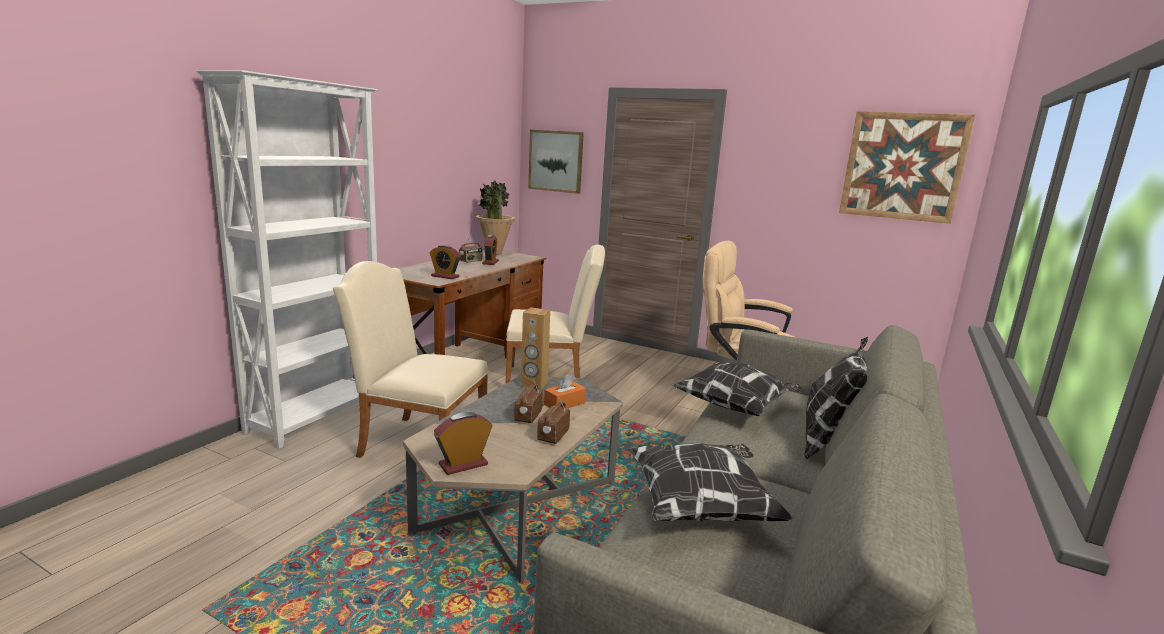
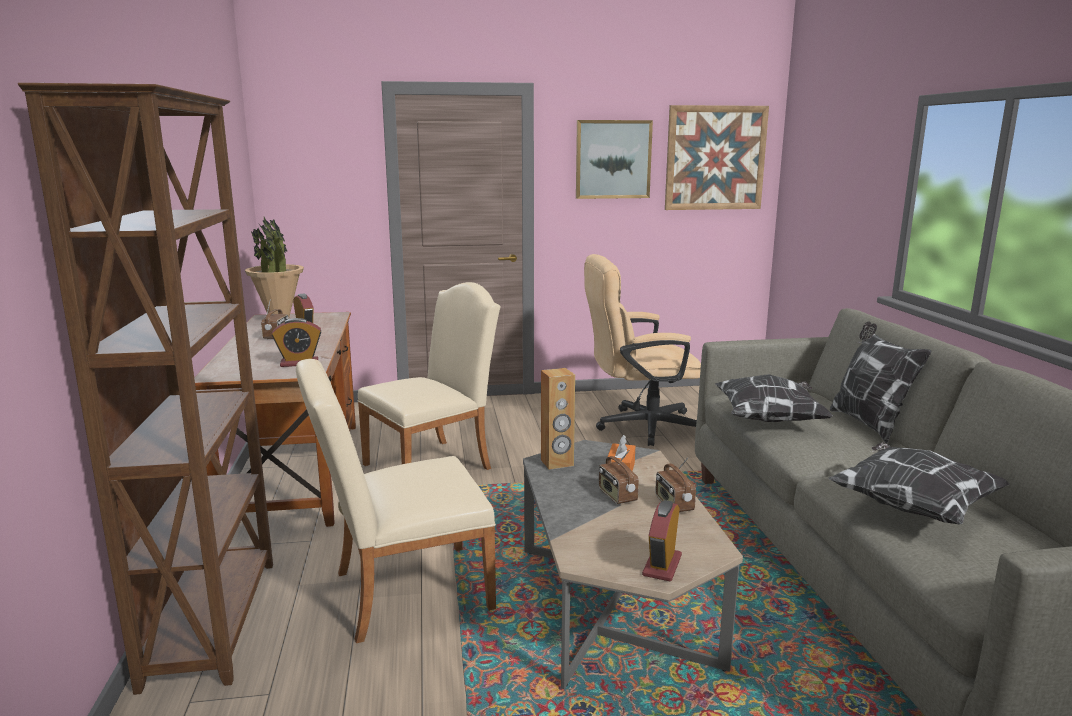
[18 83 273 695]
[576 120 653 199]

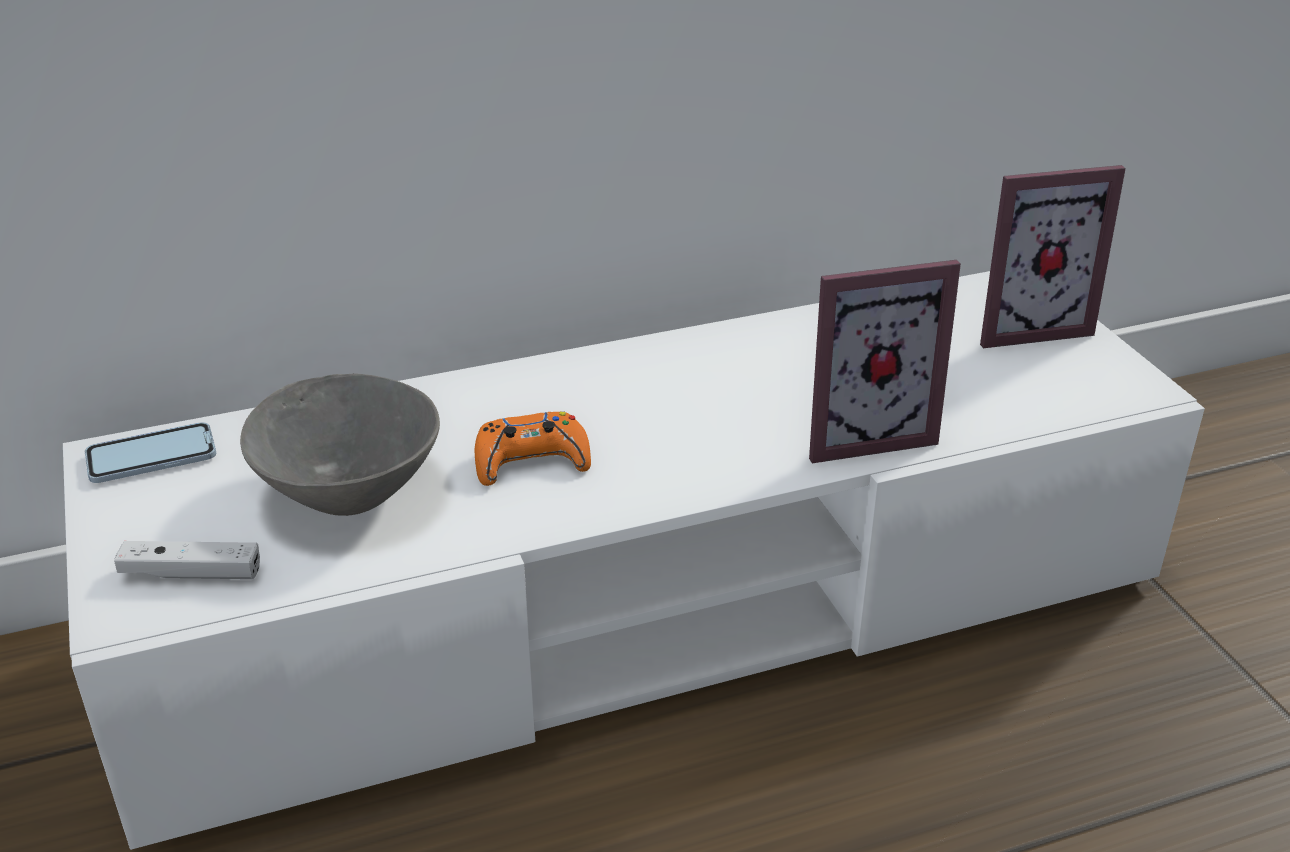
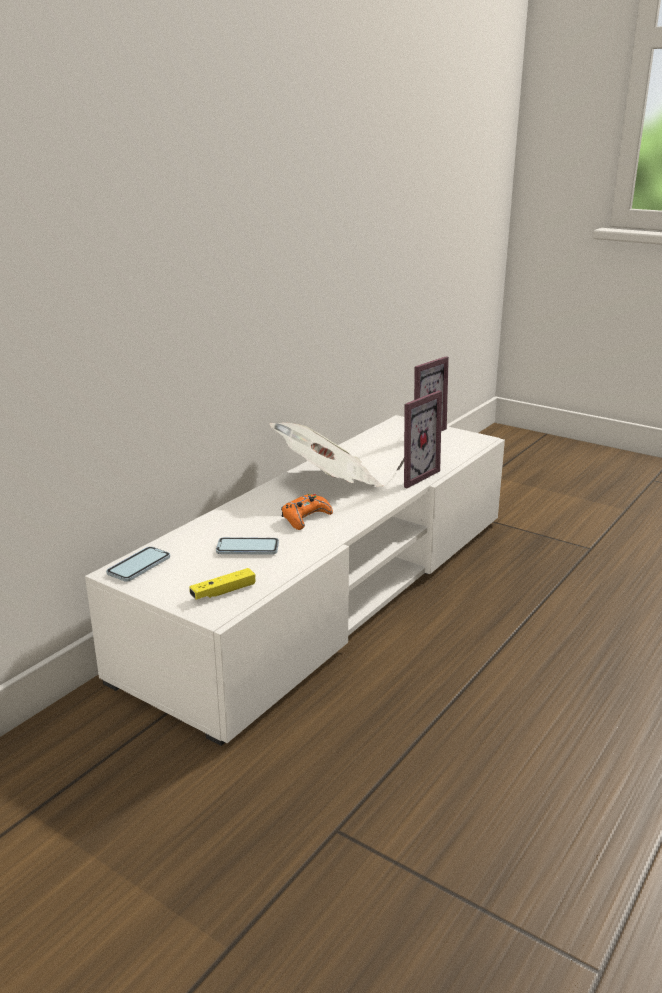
[189 568 255 600]
[216 537 279 555]
[269 422 383 487]

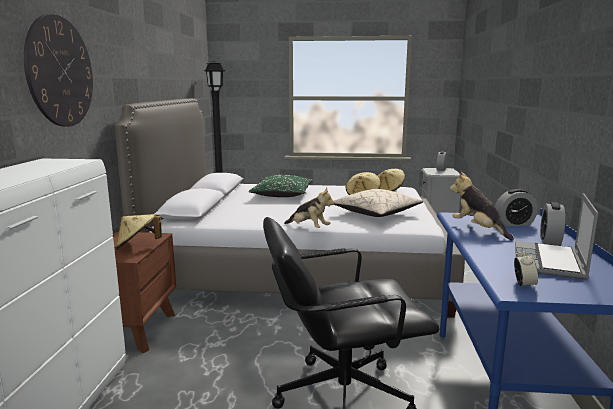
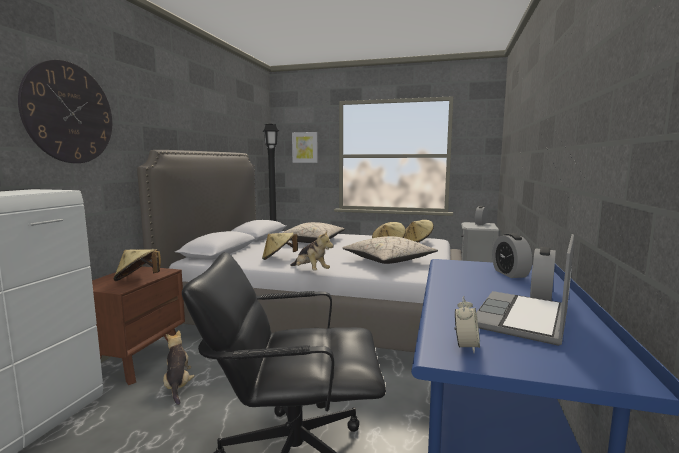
[283 222 345 243]
[163 330 195 405]
[492 233 532 278]
[262 233 298 260]
[292 132 318 163]

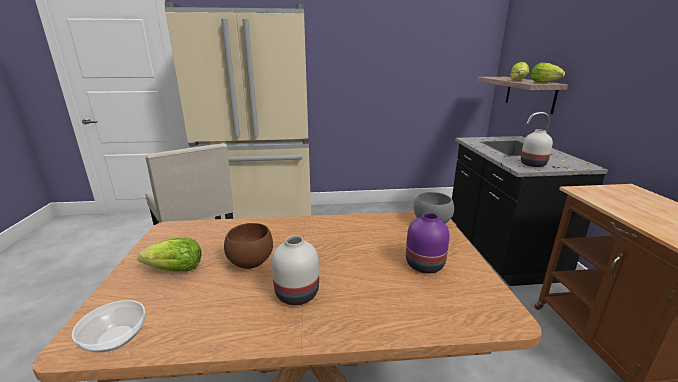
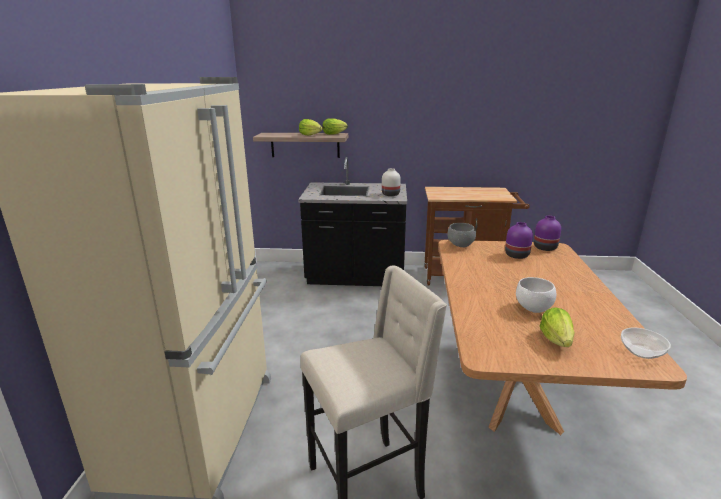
[516 277 556 313]
[272 236 319 305] (first image)
[534 216 561 251]

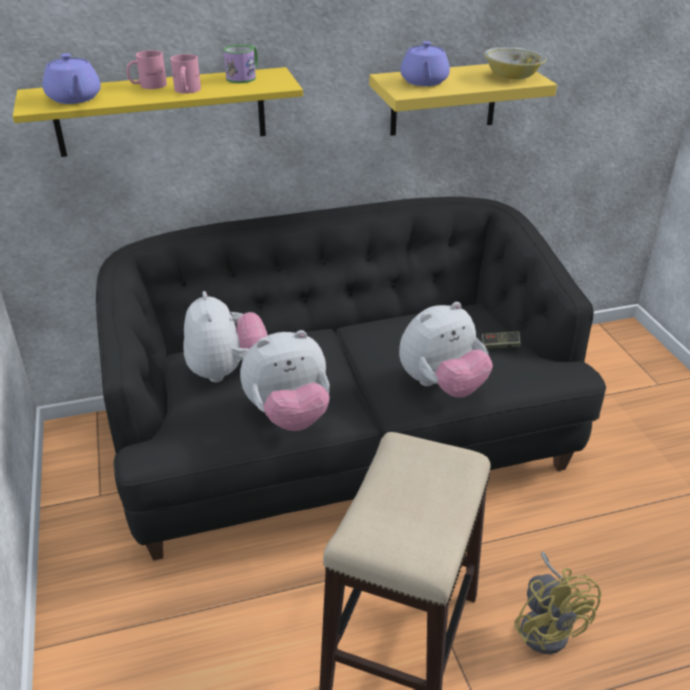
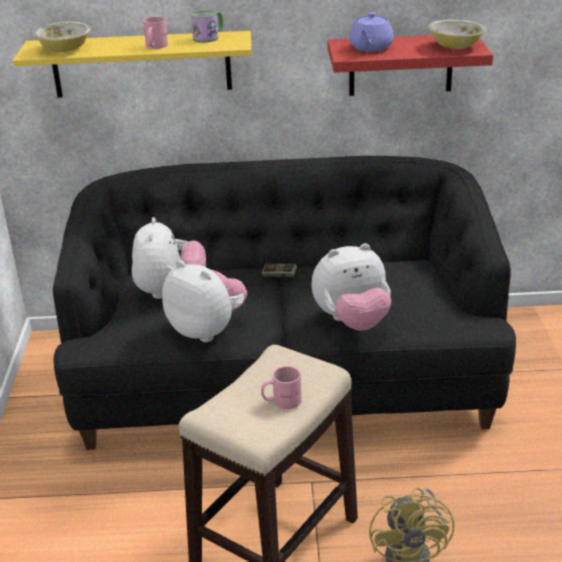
[33 21 91 52]
[261 366 302 409]
[162 260 247 342]
[327 35 493 96]
[262 263 297 277]

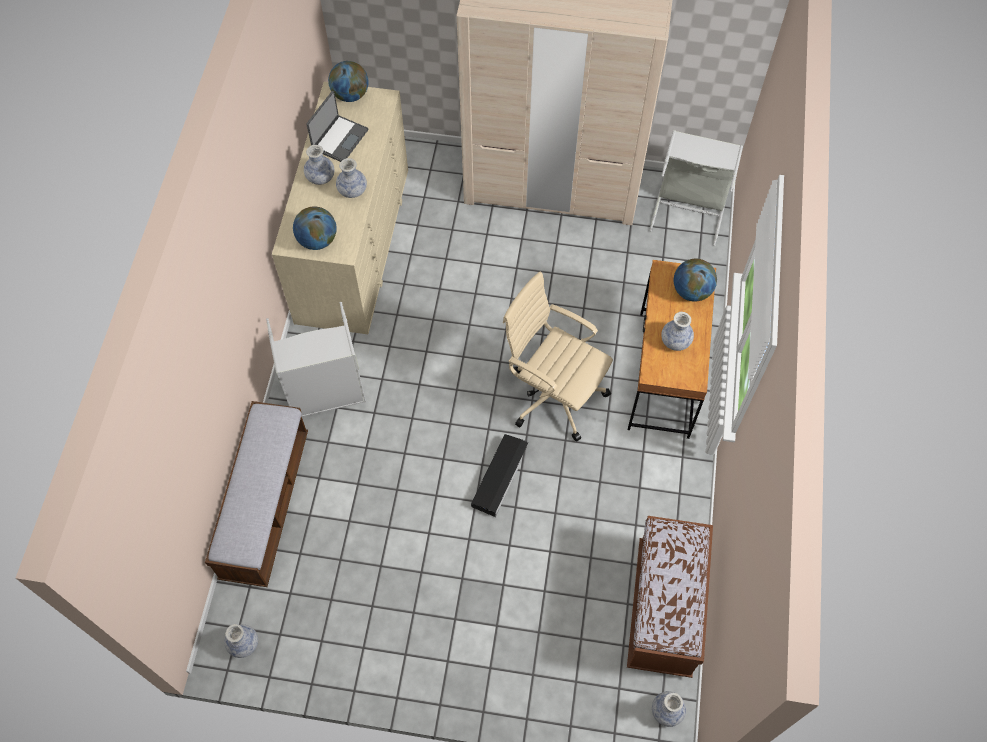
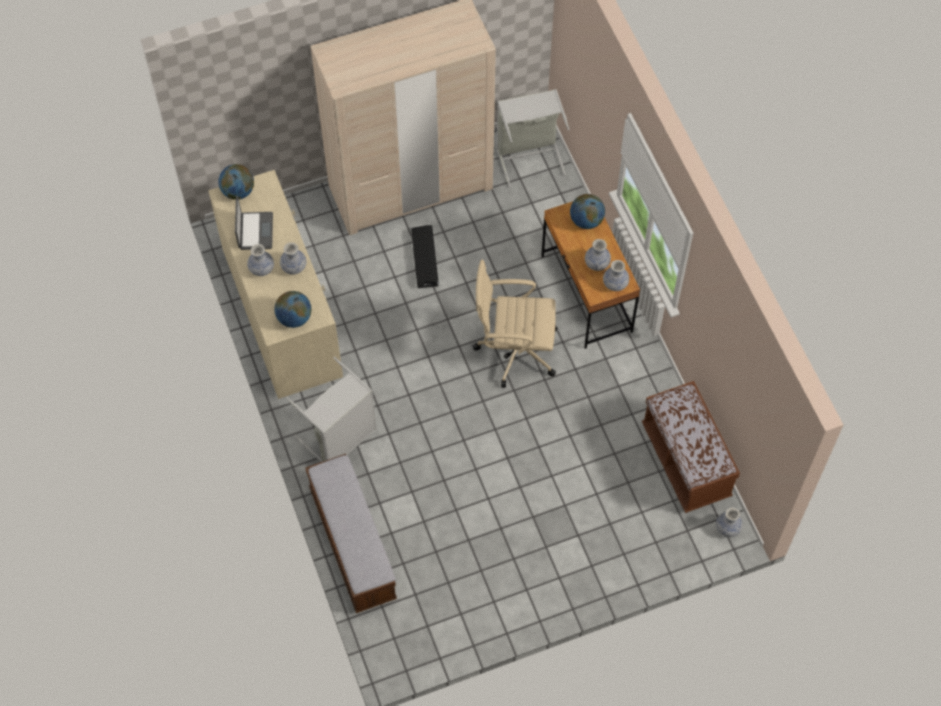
[603 260 629 291]
[411 225 439 288]

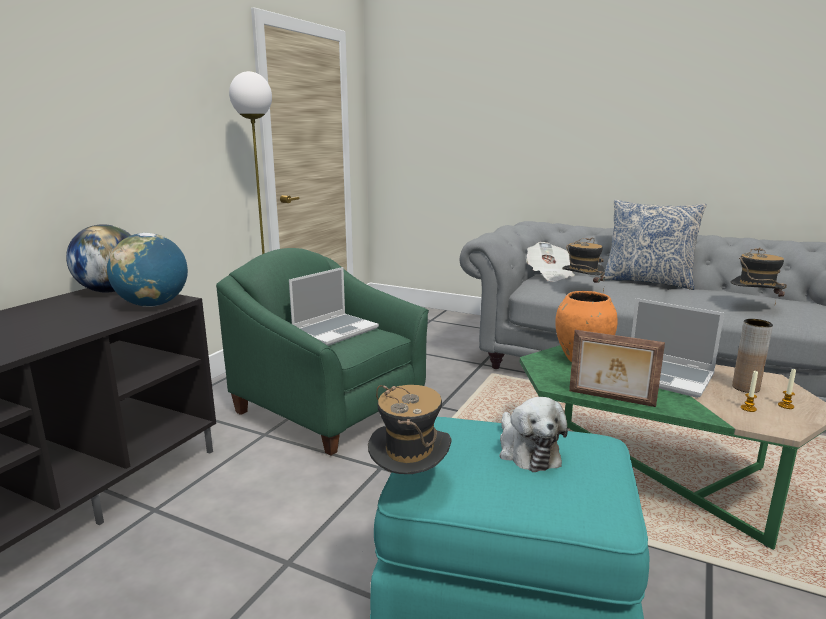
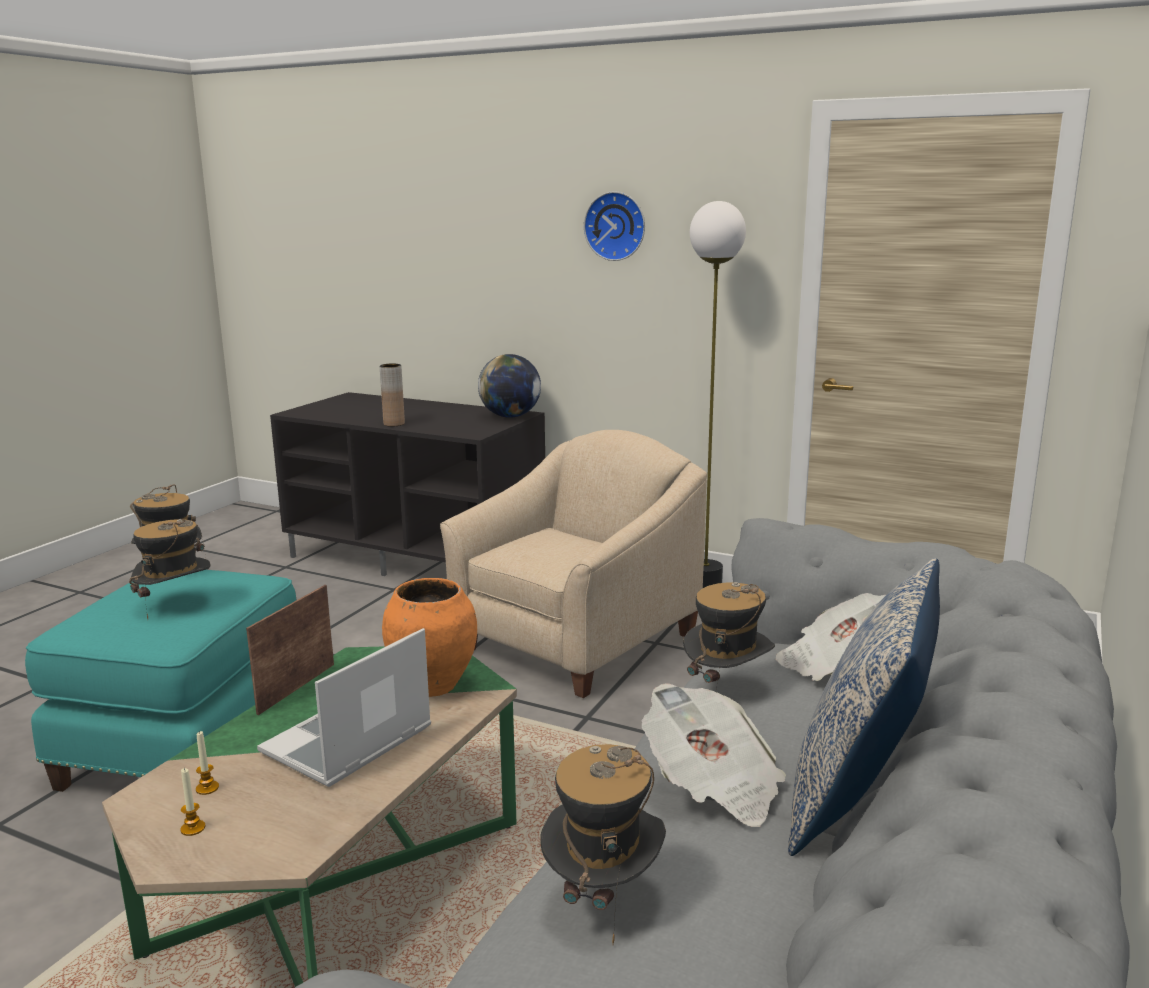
[107 233 188 307] (first image)
[440 430 707 698]
[289 267 379 346] (first image)
[129 519 211 619]
[380 364 405 427]
[584 191 645 261]
[641 683 786 827]

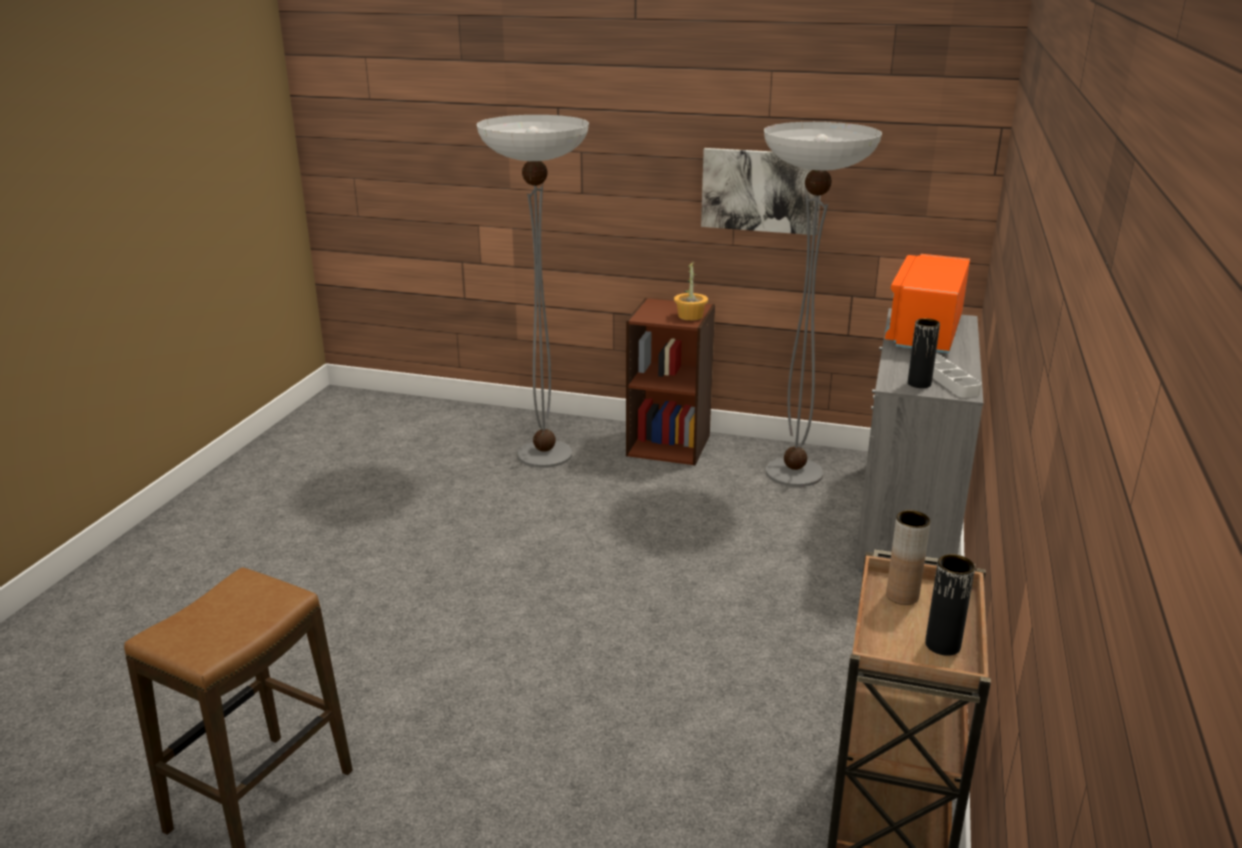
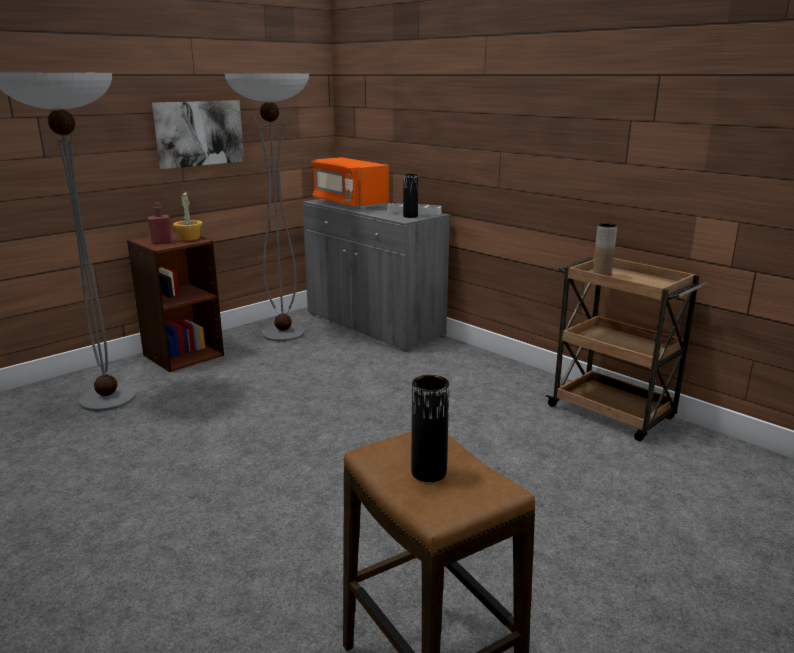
[411 375 449 482]
[147 203 172 245]

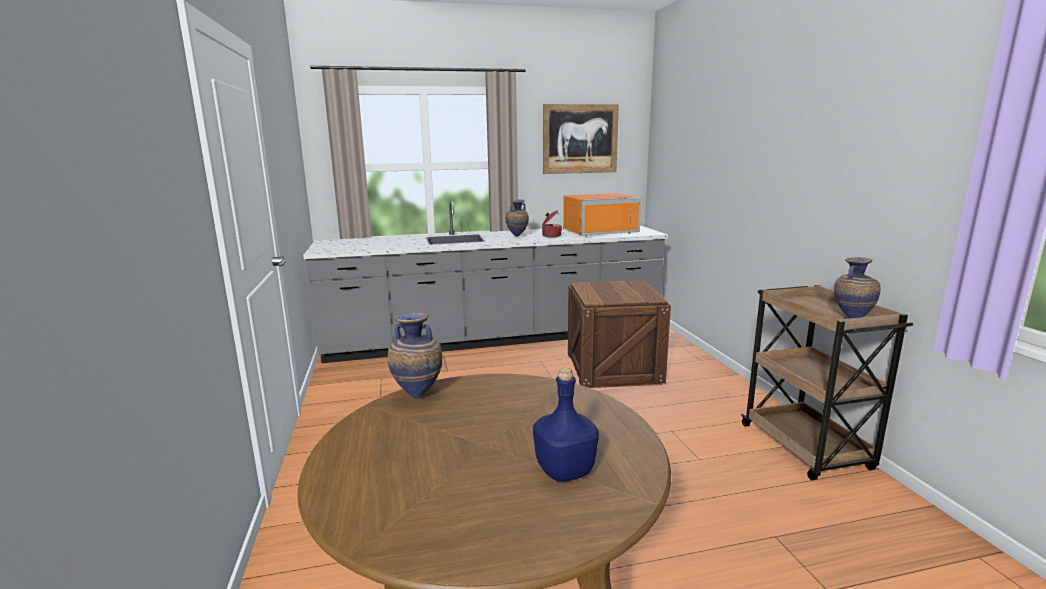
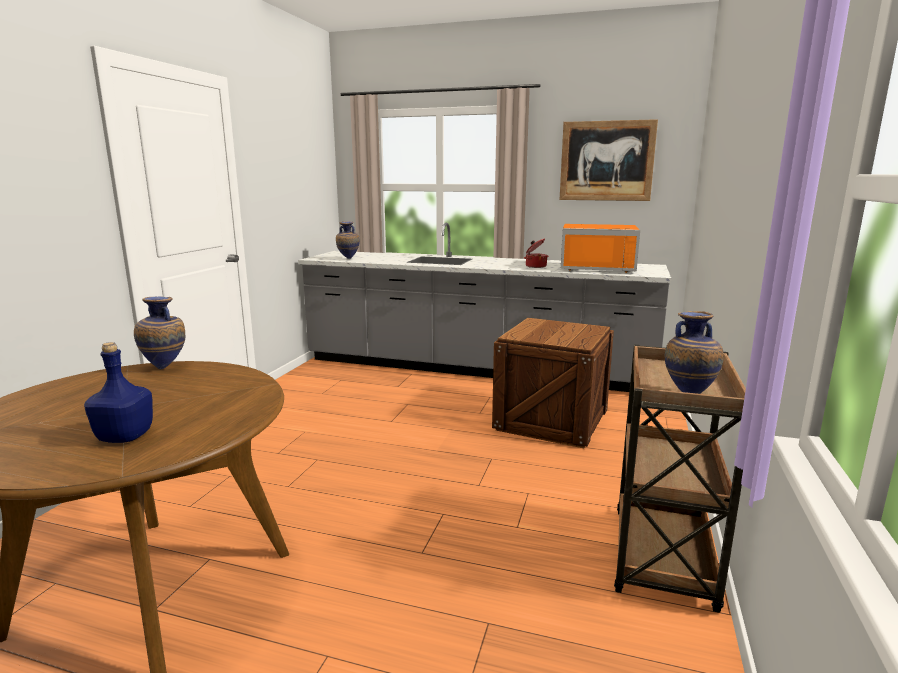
[336 221 360 259]

